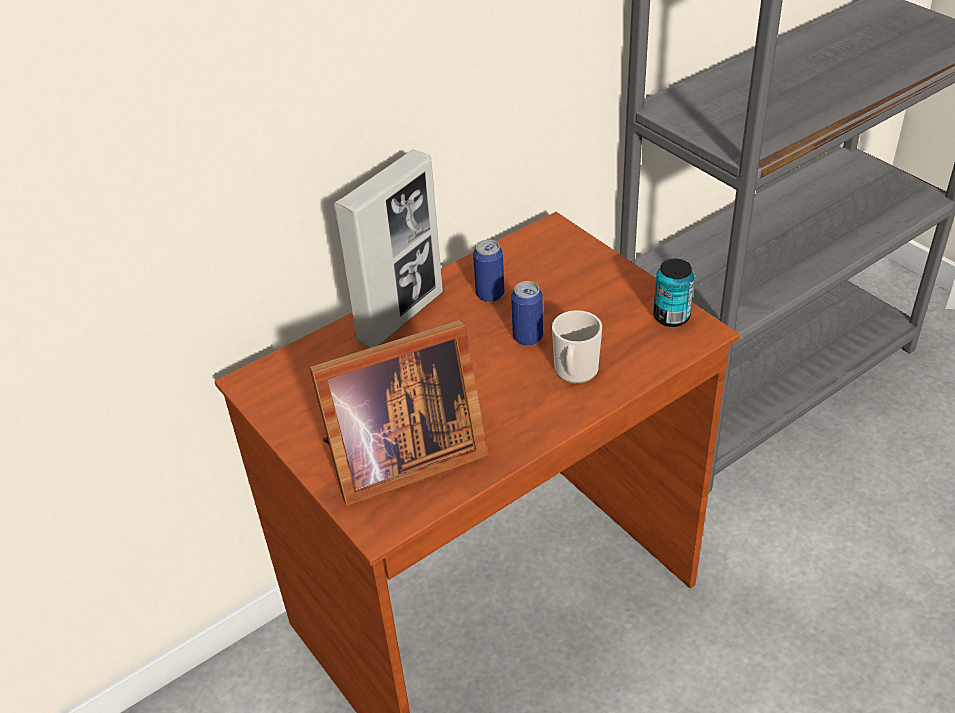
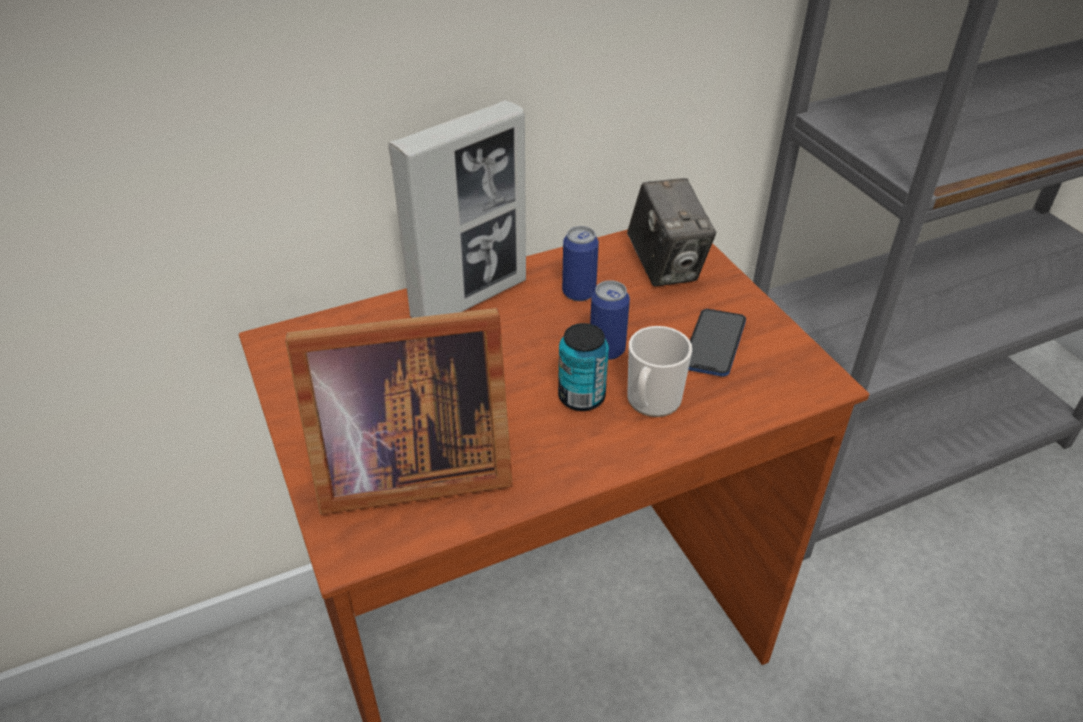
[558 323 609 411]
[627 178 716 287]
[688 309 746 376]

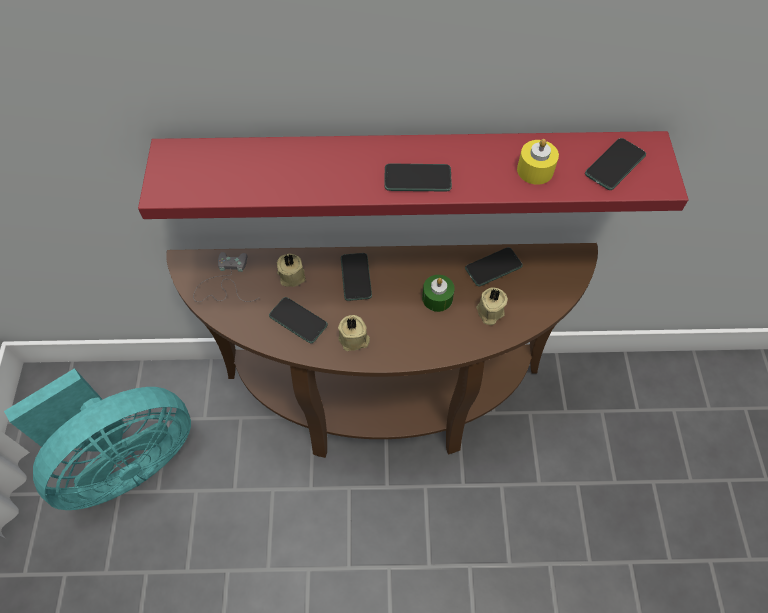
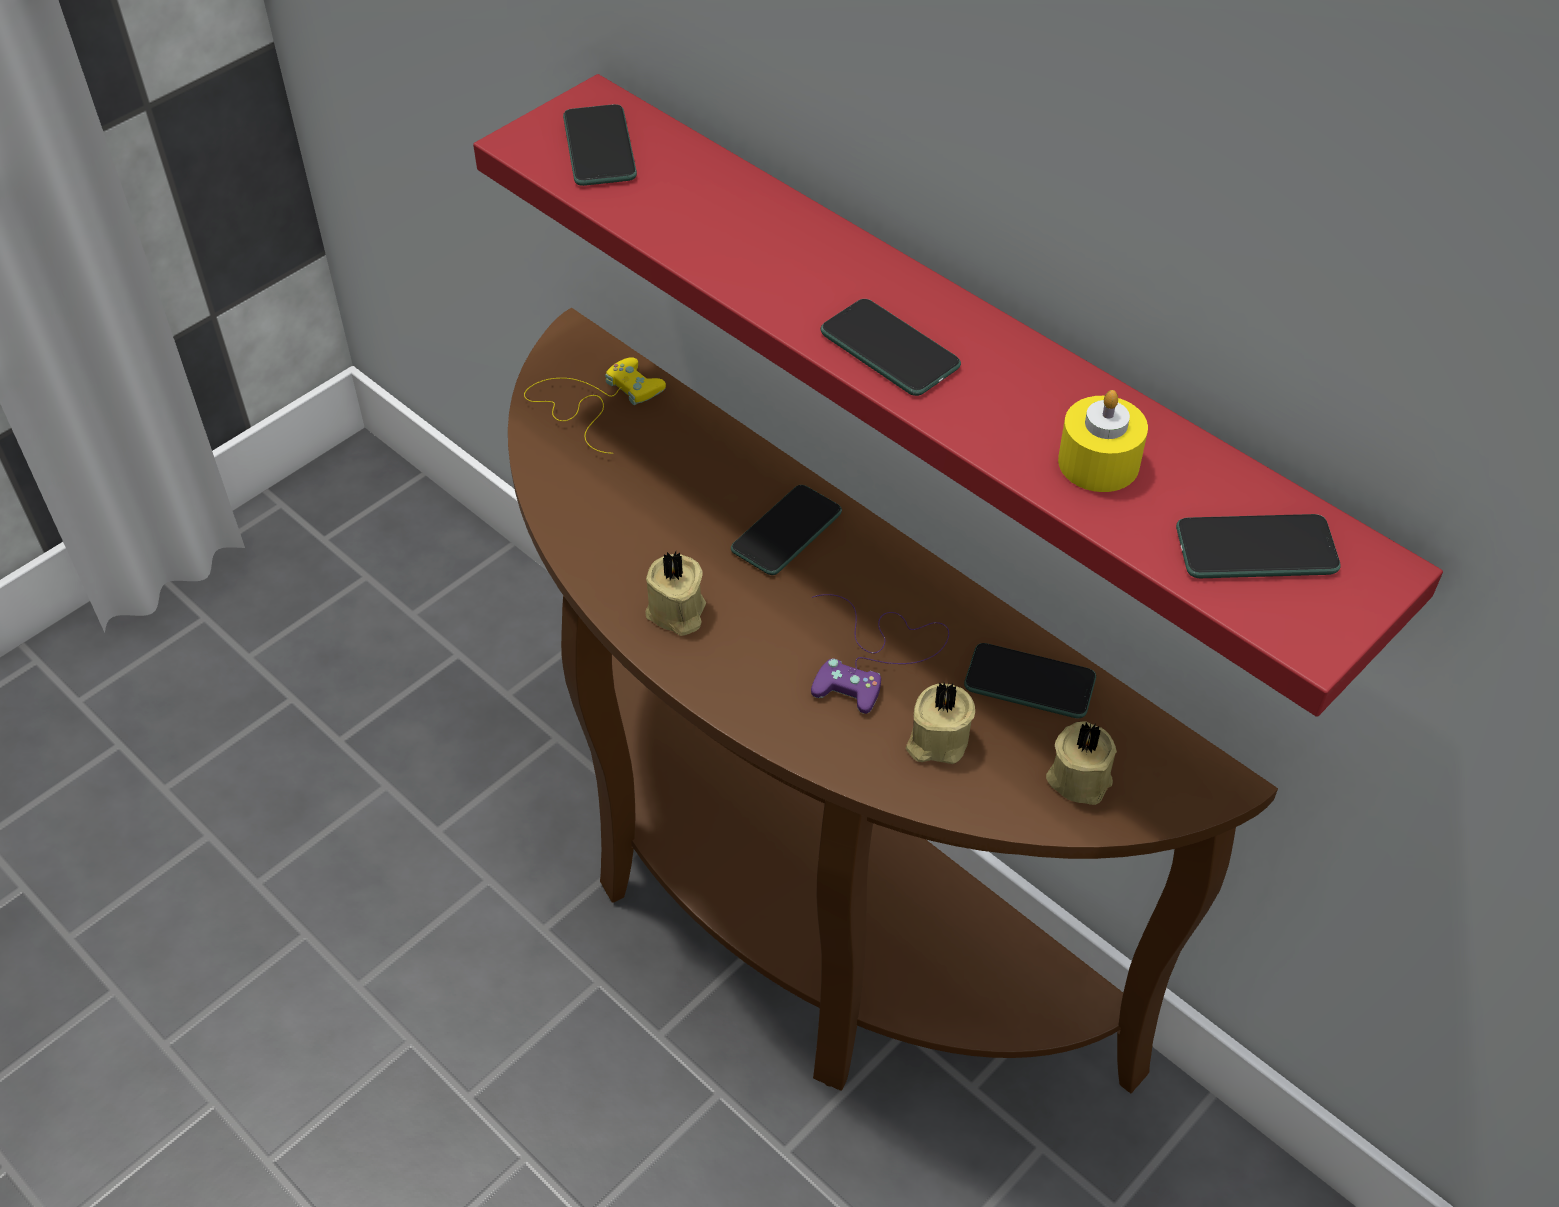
[4 368 191 510] (first image)
[524 357 666 454]
[563 104 637 186]
[1046 721 1117 805]
[811 594 949 714]

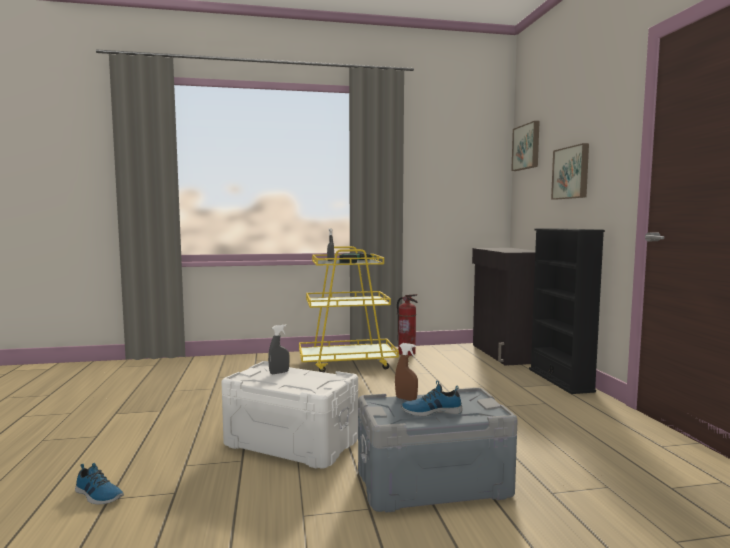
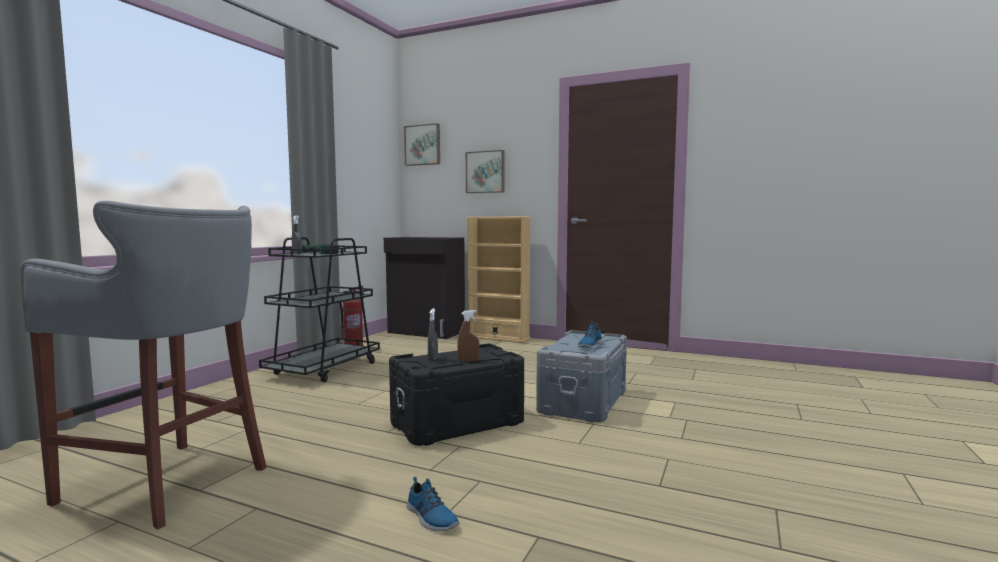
[407 476 459 531]
[389 344 524 446]
[259 237 380 382]
[457 310 479 362]
[466 217 531 343]
[20 201 267 530]

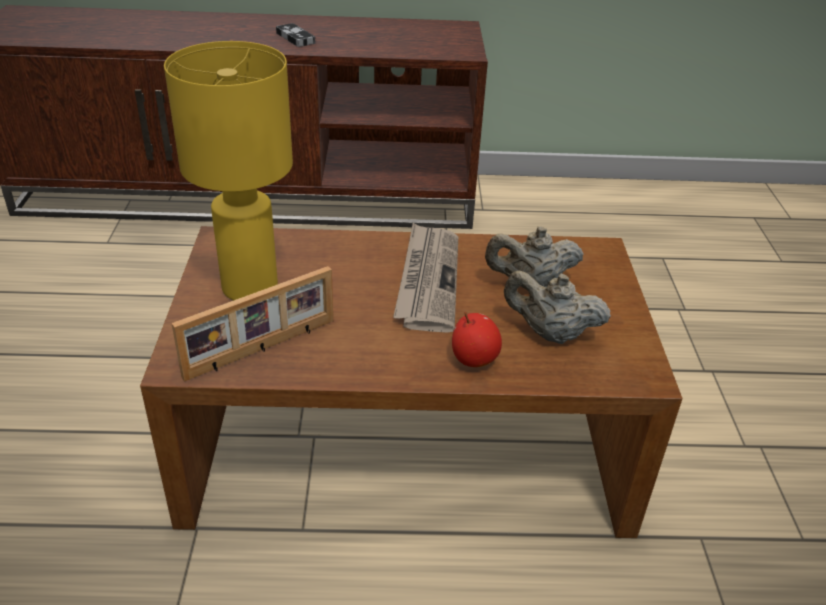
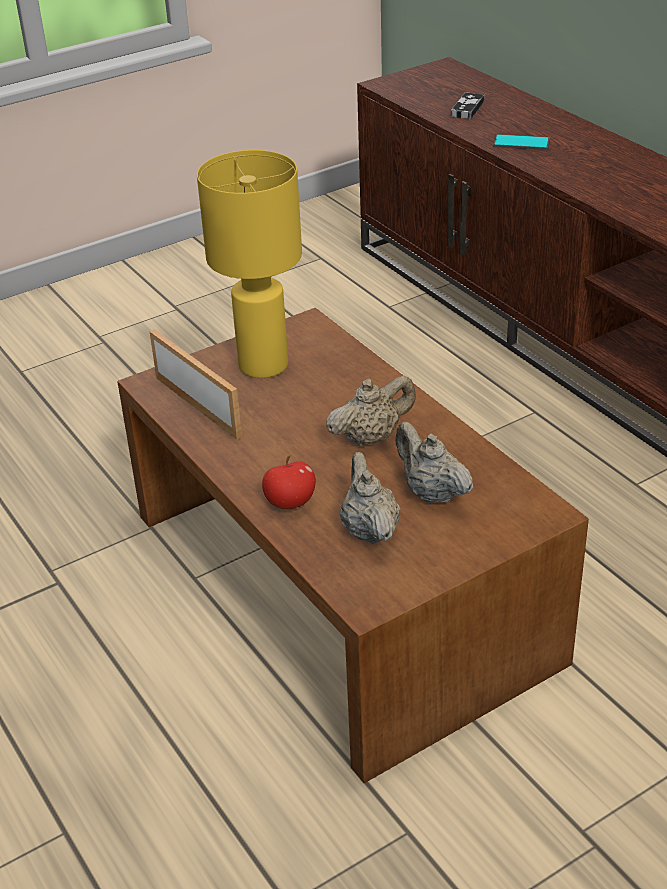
[149 329 242 440]
[451 92 484 119]
[326 375 416 447]
[494 134 550 150]

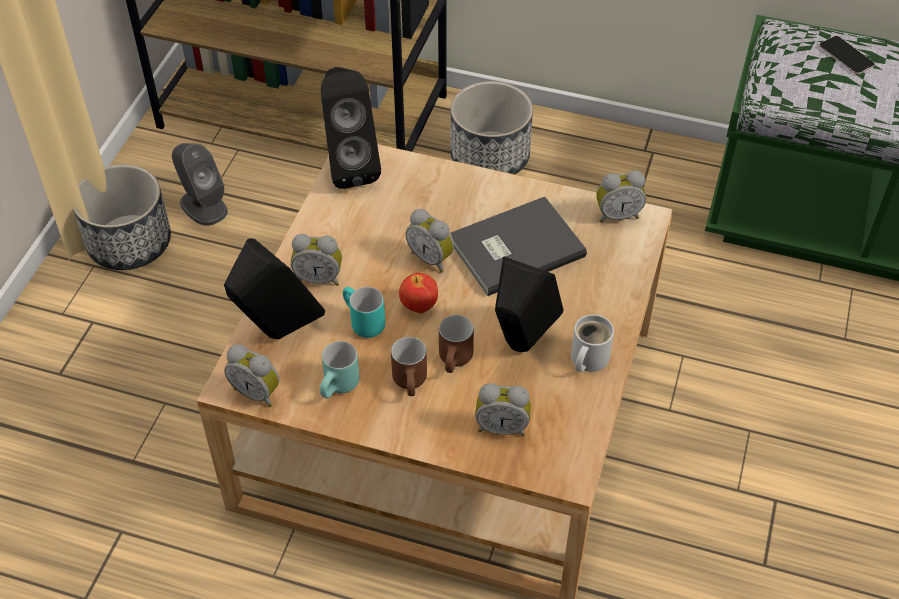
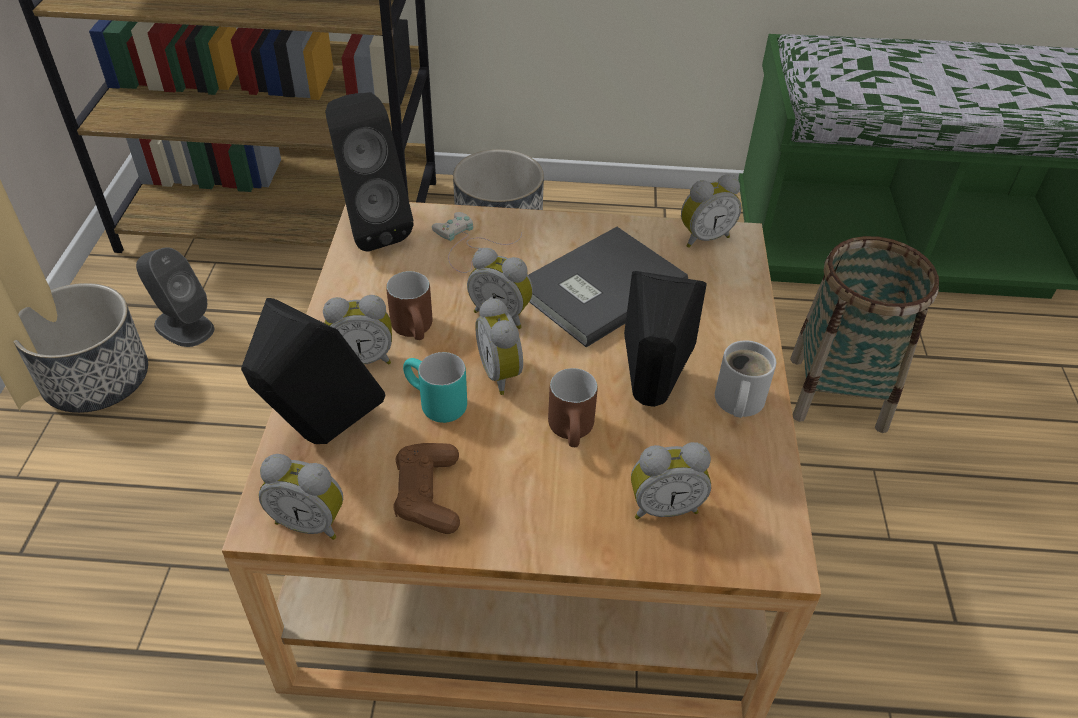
[394 443 460 534]
[386 271 433 340]
[475 297 523 395]
[819 36 875 75] (first image)
[432 212 522 273]
[790 236 939 433]

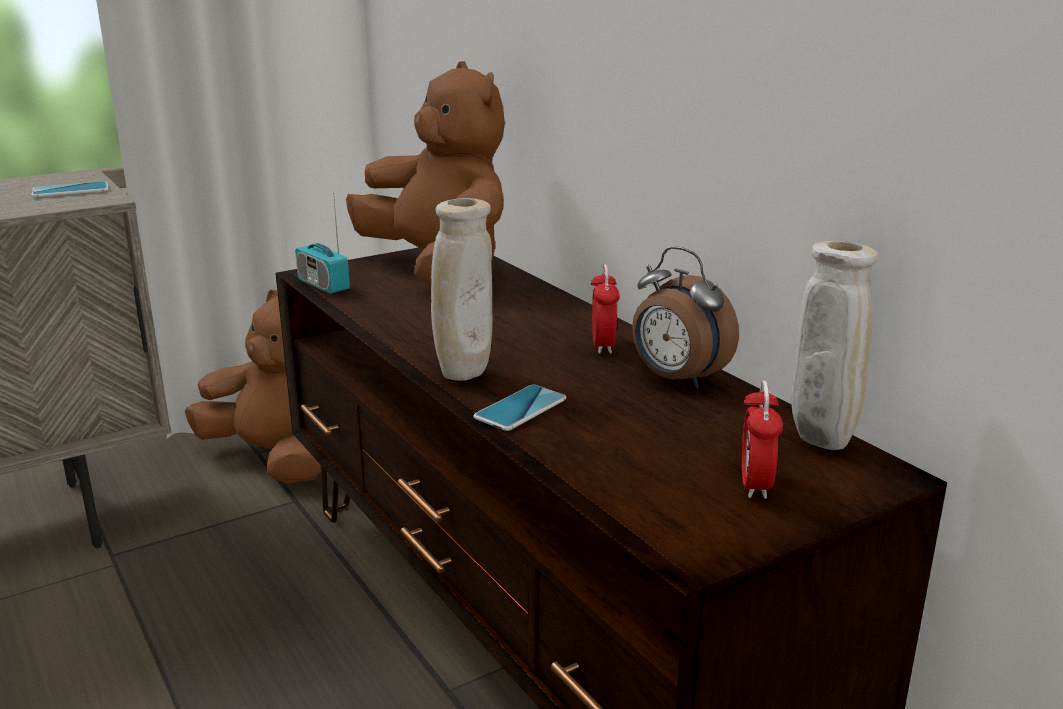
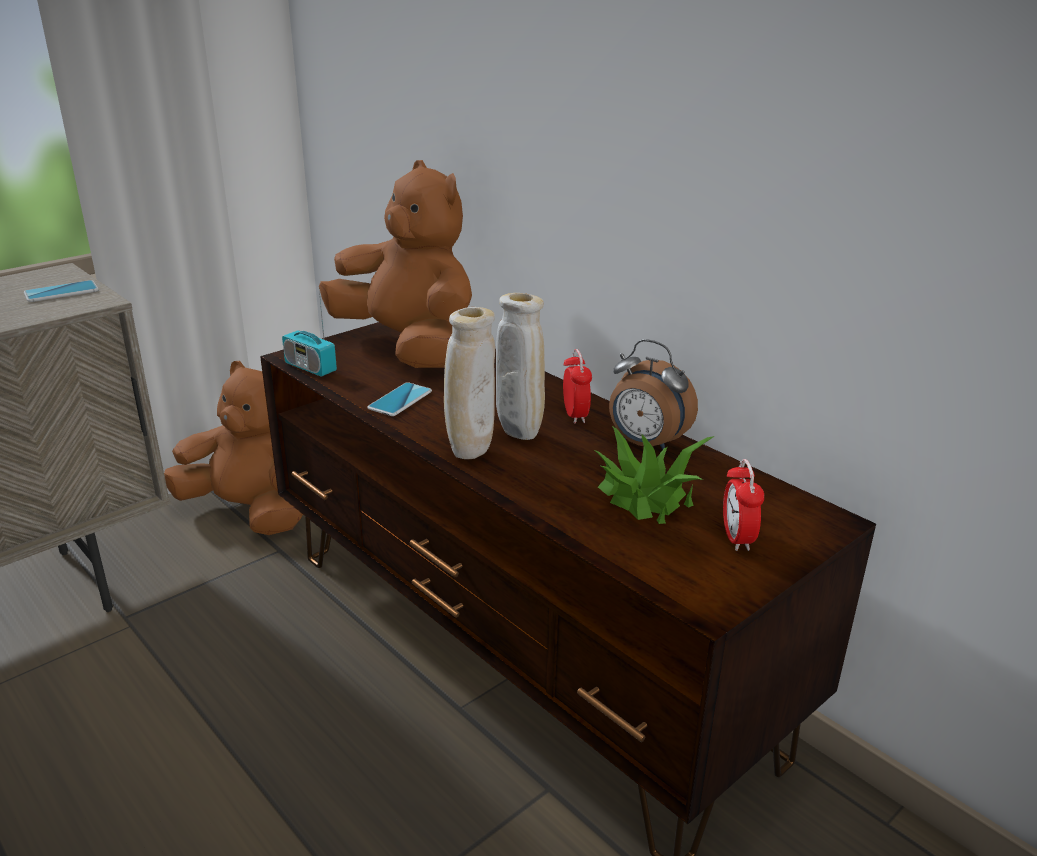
[368 382 432 416]
[496 293 545 440]
[594 426 715 524]

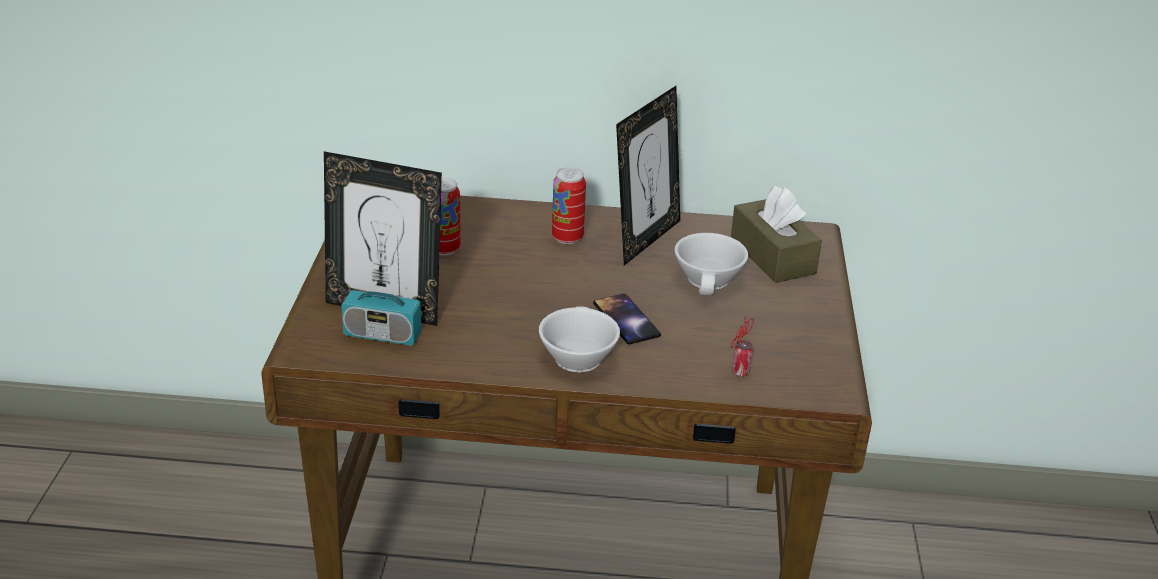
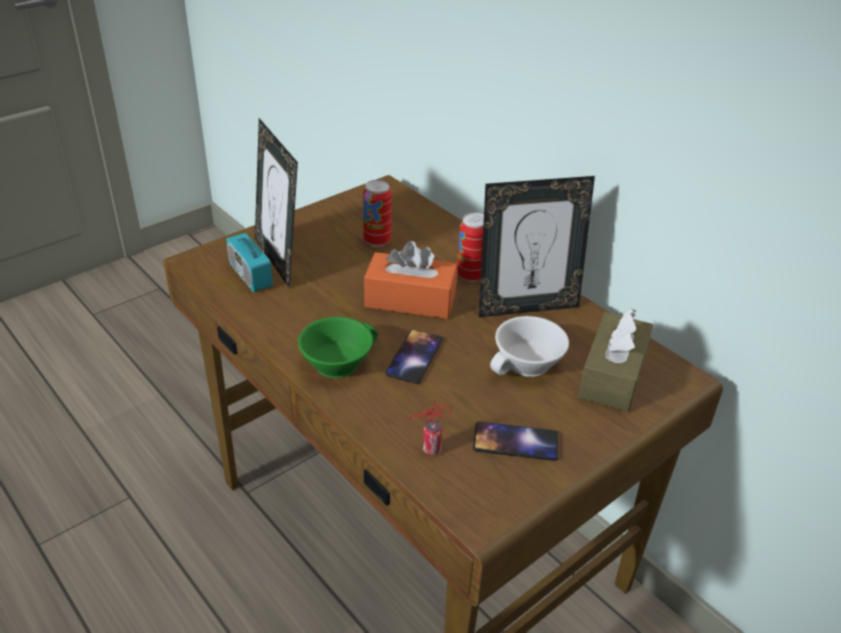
[298 317 378 378]
[364 241 458 319]
[473 421 558 461]

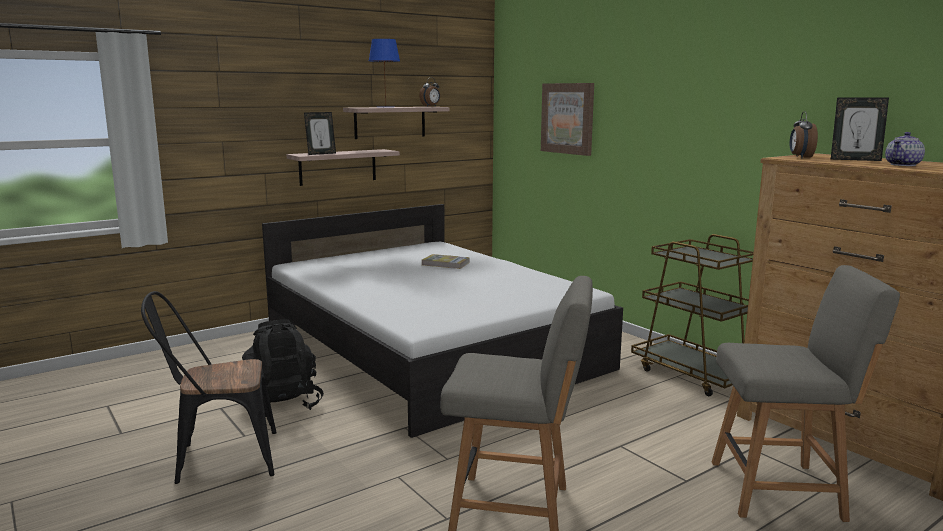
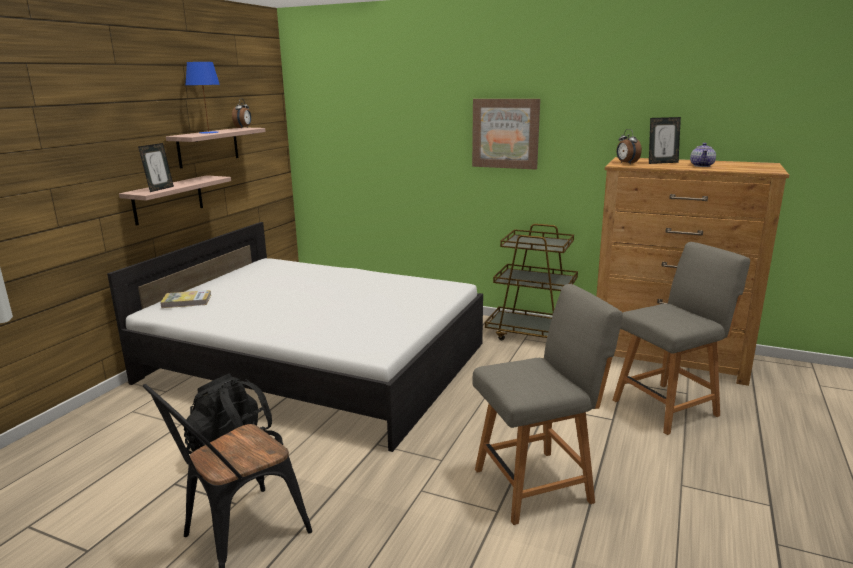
[160 290 211 308]
[472 99 540 170]

